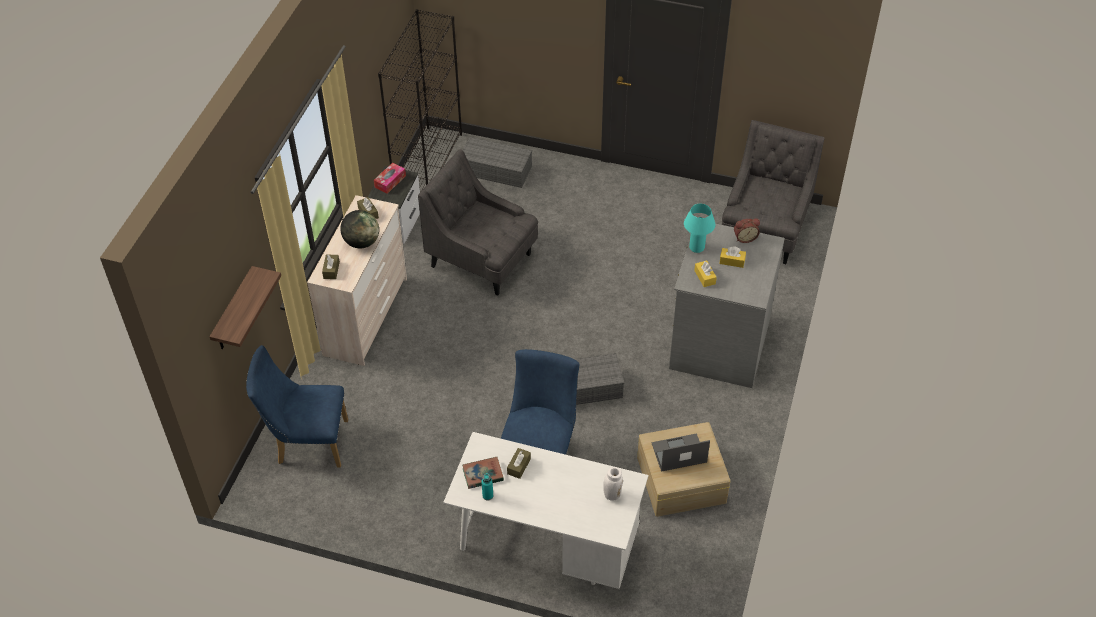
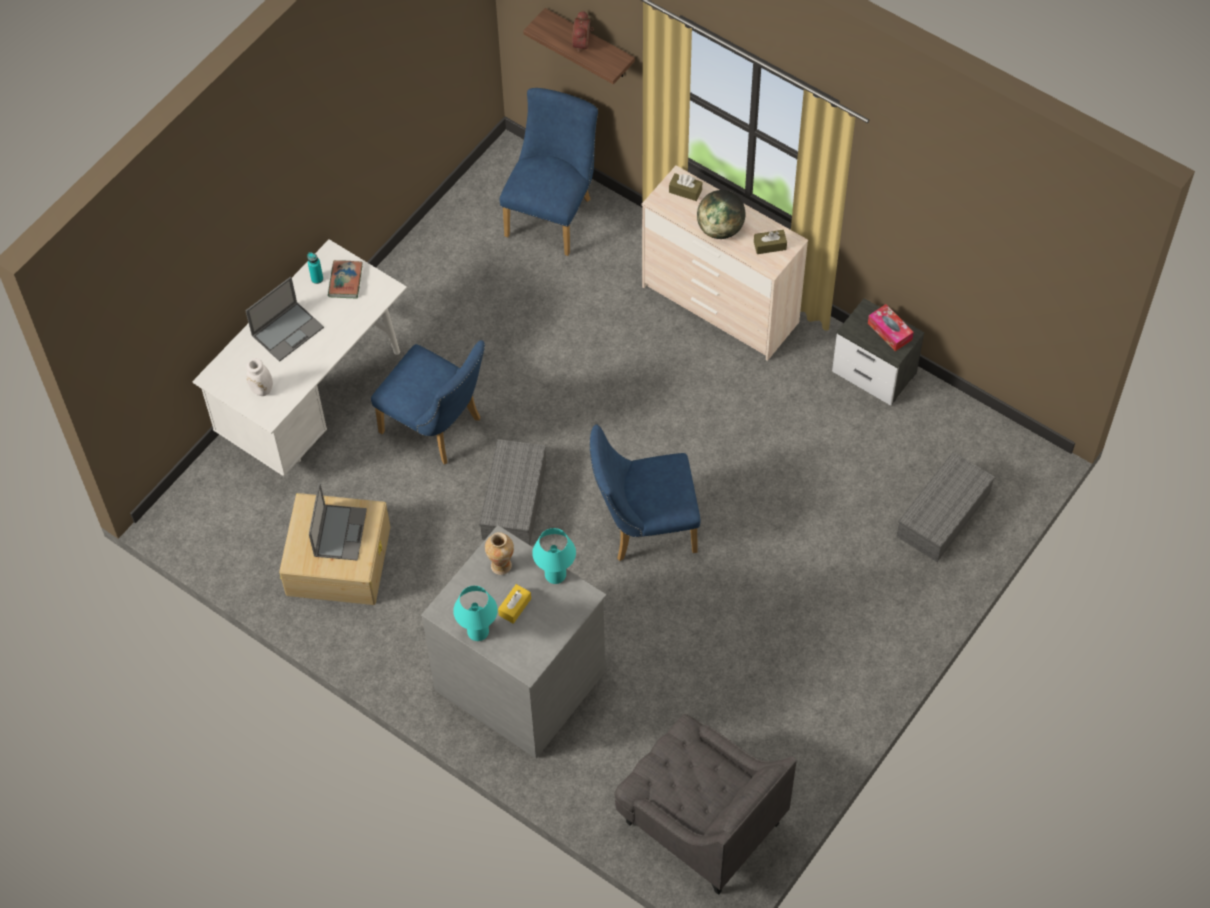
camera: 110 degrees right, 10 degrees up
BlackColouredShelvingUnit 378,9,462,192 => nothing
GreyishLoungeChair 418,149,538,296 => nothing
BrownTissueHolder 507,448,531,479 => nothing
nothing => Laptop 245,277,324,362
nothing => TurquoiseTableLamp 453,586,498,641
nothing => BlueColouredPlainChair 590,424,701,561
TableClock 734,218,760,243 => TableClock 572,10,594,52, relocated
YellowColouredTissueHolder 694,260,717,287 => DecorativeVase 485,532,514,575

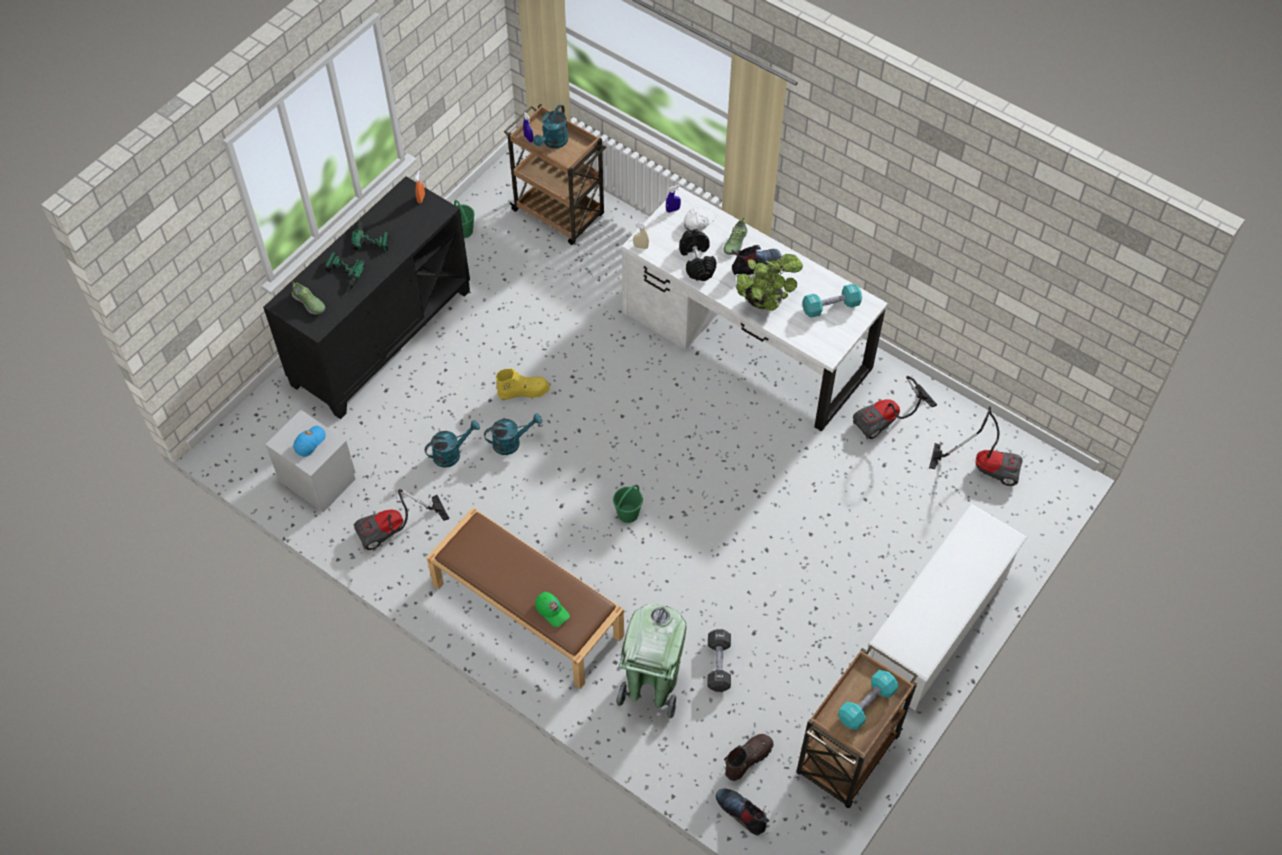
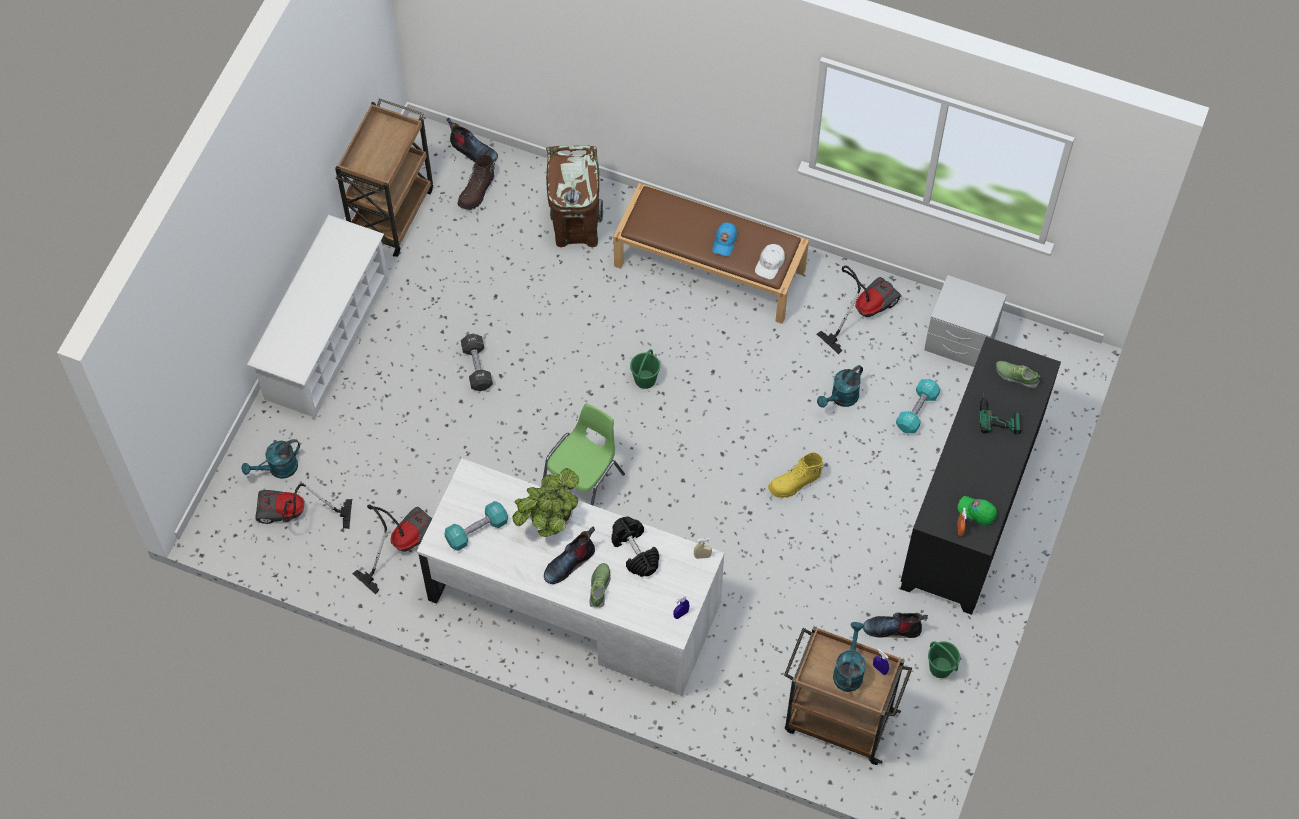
camera: 165 degrees right, 5 degrees up
ElectricDrill 351,215,390,251 => nothing
nothing => GreenishPlainChair 541,403,625,506
nothing => Boot 863,613,928,638
BlueColouredPeakedCap 293,426,326,457 => BlueColouredPeakedCap 712,222,737,256, relocated
TurquoiseSprinklingCan 484,413,542,455 => TurquoiseSprinklingCan 241,439,300,479, relocated
GreenishPeakedCap 535,592,570,627 => GreenishPeakedCap 958,496,997,525, relocated
WhiteColouredPeakedCap 684,208,715,231 => WhiteColouredPeakedCap 755,244,785,279, relocated
BlackColouredDumbbell 708,629,731,692 => BlackColouredDumbbell 461,334,493,391, relocated
TurquoiseDumbbell 838,670,898,730 => TurquoiseDumbbell 896,379,940,433, relocated
GreenishRubbishBin 616,604,686,718 => BrownRubbishBin 546,146,603,247

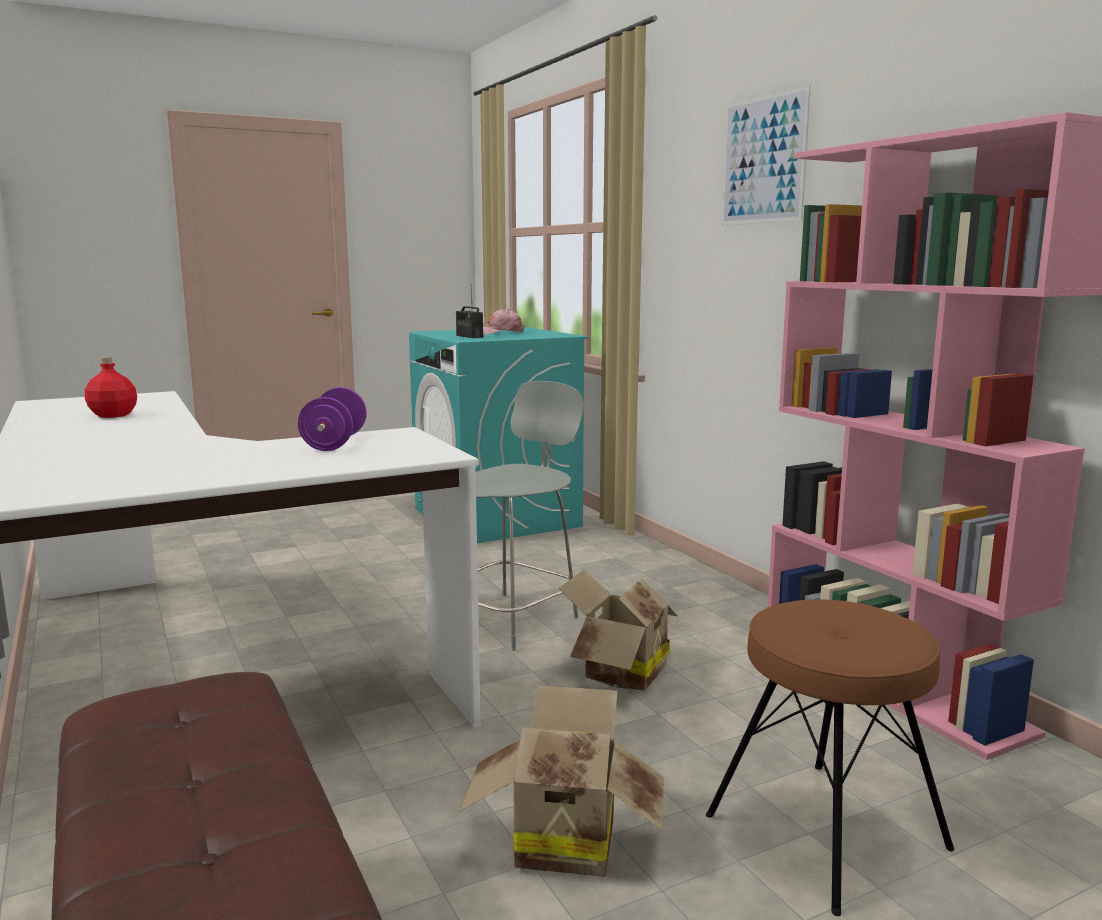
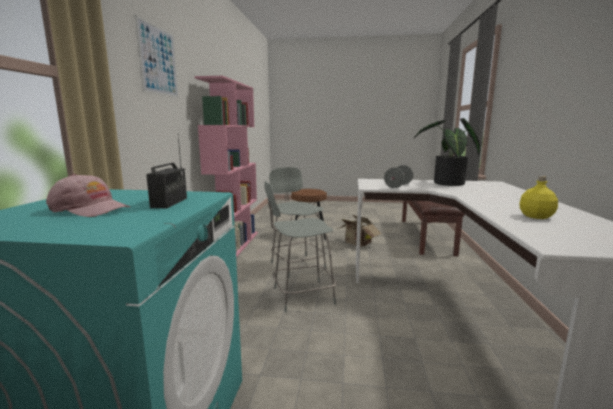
camera: 145 degrees left, 0 degrees up
nothing => Houseplant 414,118,480,186
PackingBox 559,569,677,691 => GreyishPlainChair 269,167,326,278
ReddishDrinkBottle 85,357,137,418 => YellowColouredDrinkBottle 519,176,558,219
PurplishDumbbell 298,387,367,451 => GreyishDumbbell 384,165,413,188

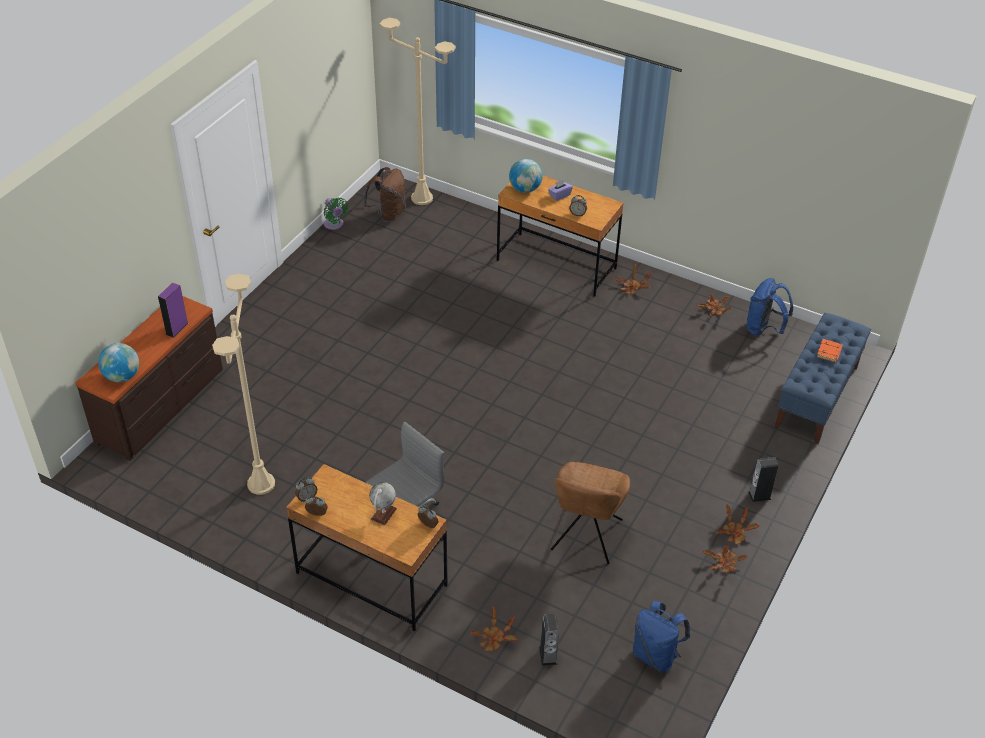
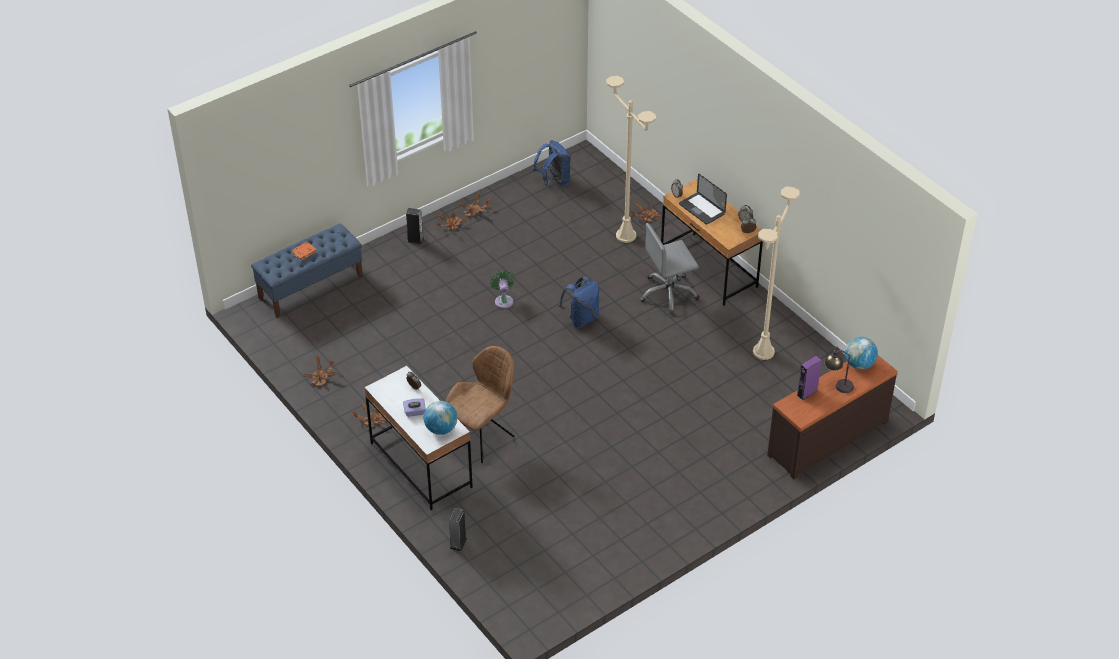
camera: 155 degrees left, 0 degrees up
BrownKnapsack 364,167,406,223 => nothing
nothing => TableLamp 824,347,854,393
GreenishCoolingFan 324,198,348,230 => GreenishCoolingFan 490,270,515,309, relocated
SandColouredFloorLamp 380,18,456,205 => SandColouredFloorLamp 606,76,656,243, relocated
Loudspeaker 539,614,559,666 => Loudspeaker 449,508,467,552, relocated
BrownPlainChair 551,462,630,564 => BrownPlainChair 445,346,515,463, relocated
BlueColouredKnapsack 747,278,793,336 => BlueColouredKnapsack 559,277,599,328, relocated
DeskGlobe 369,482,397,525 => Laptop 679,173,727,225
BrownDeskUnit 497,176,624,297 => WhiteColouredDeskUnit 364,366,473,510

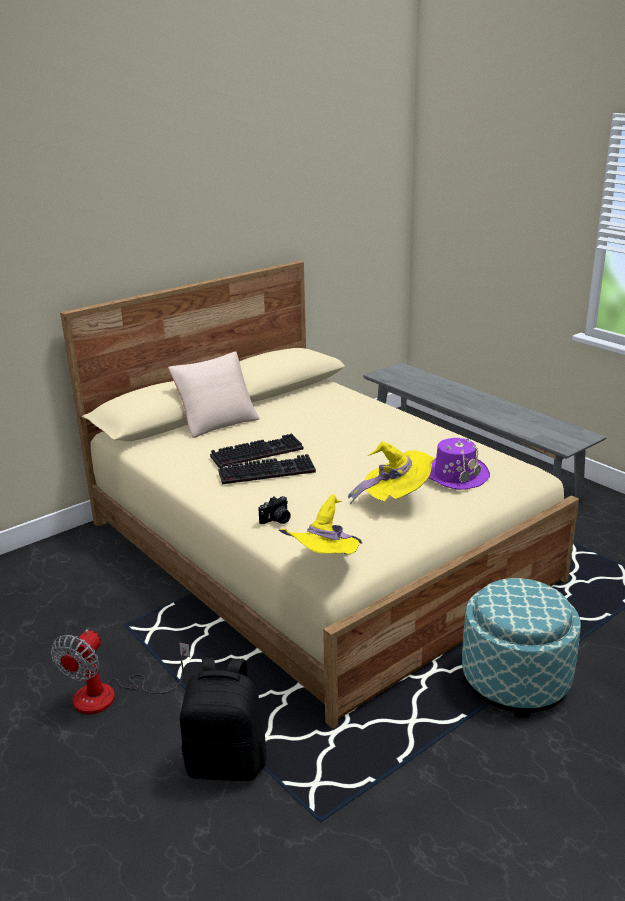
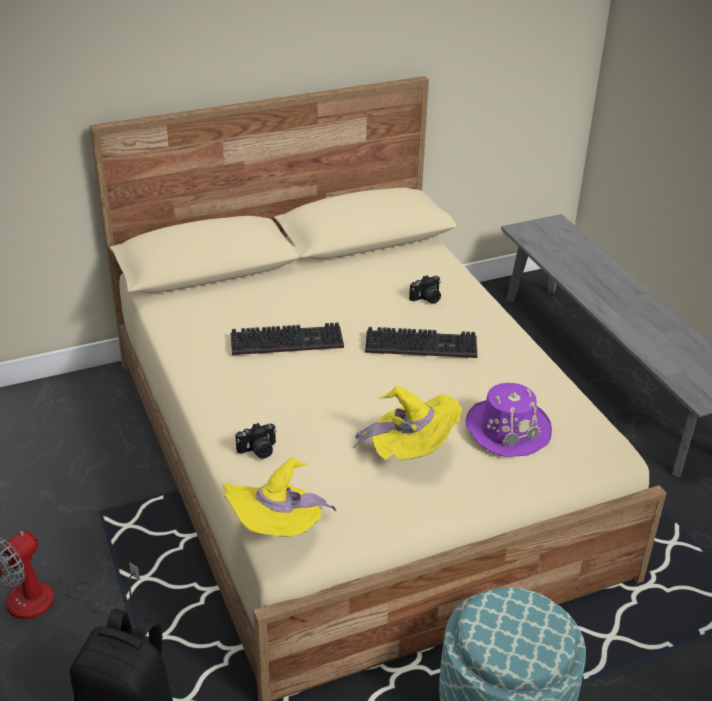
camera: 15 degrees right, 10 degrees up
SandColouredCushion 168,351,260,438 => nothing
nothing => StillCamera 409,275,441,304
ComputerKeyboard 218,454,316,484 => ComputerKeyboard 365,327,477,358, relocated

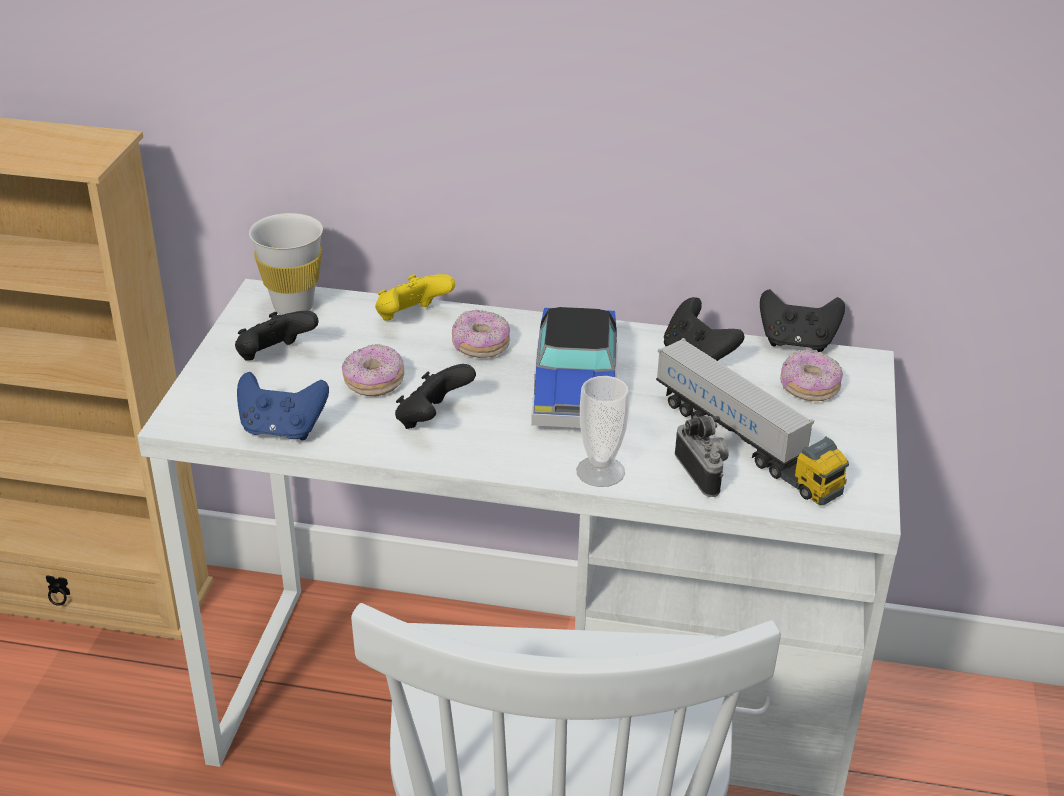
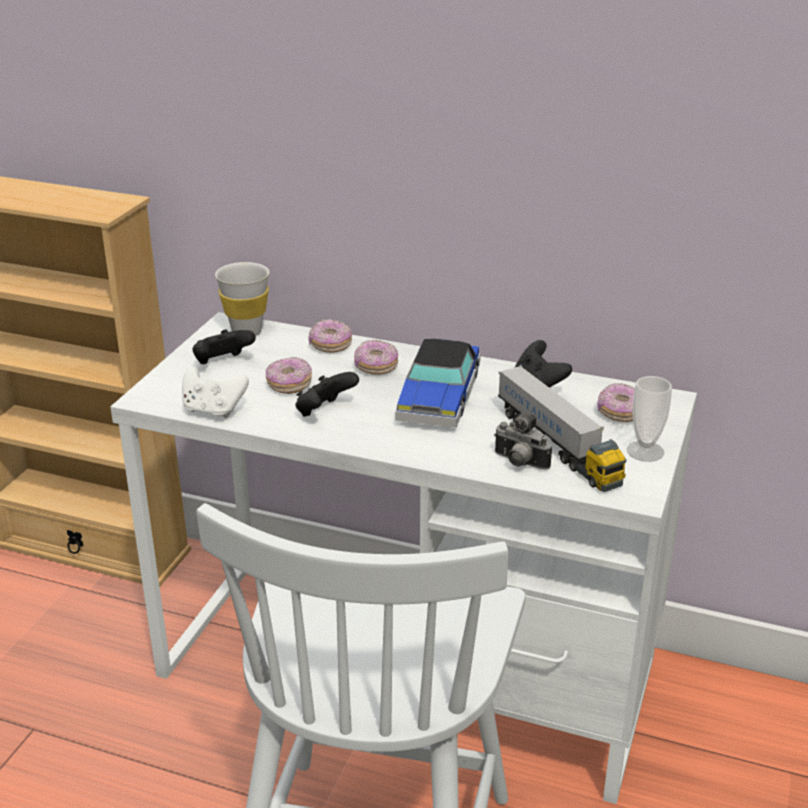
camera: 10 degrees right, 5 degrees down
BlackColouredGameController 760,289,845,352 => nothing
Cup 576,376,629,487 => Cup 627,376,672,462, relocated
YellowColouredGameController 375,274,455,321 => RingDoughnut 309,319,352,353
BlueColouredGameController 237,372,329,440 => WhiteColouredGameController 182,366,249,418
StillCamera 675,416,729,497 => StillCamera 494,413,552,470, 135 degrees clockwise

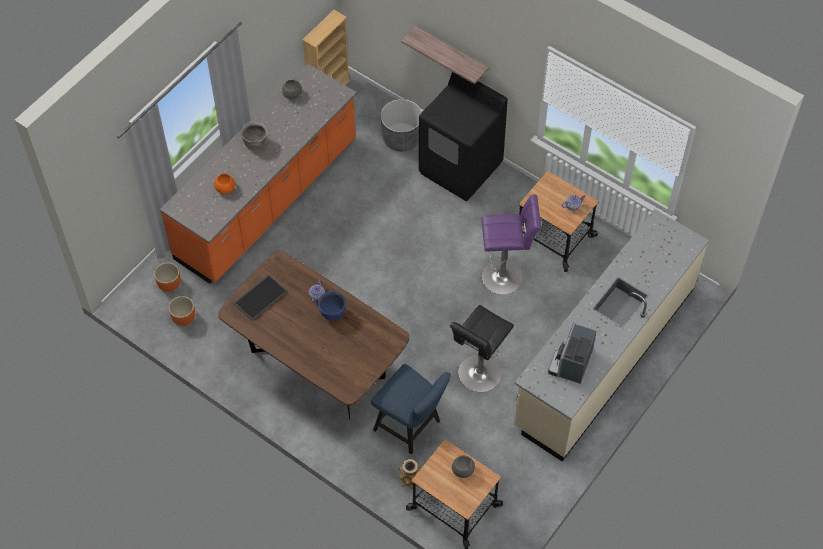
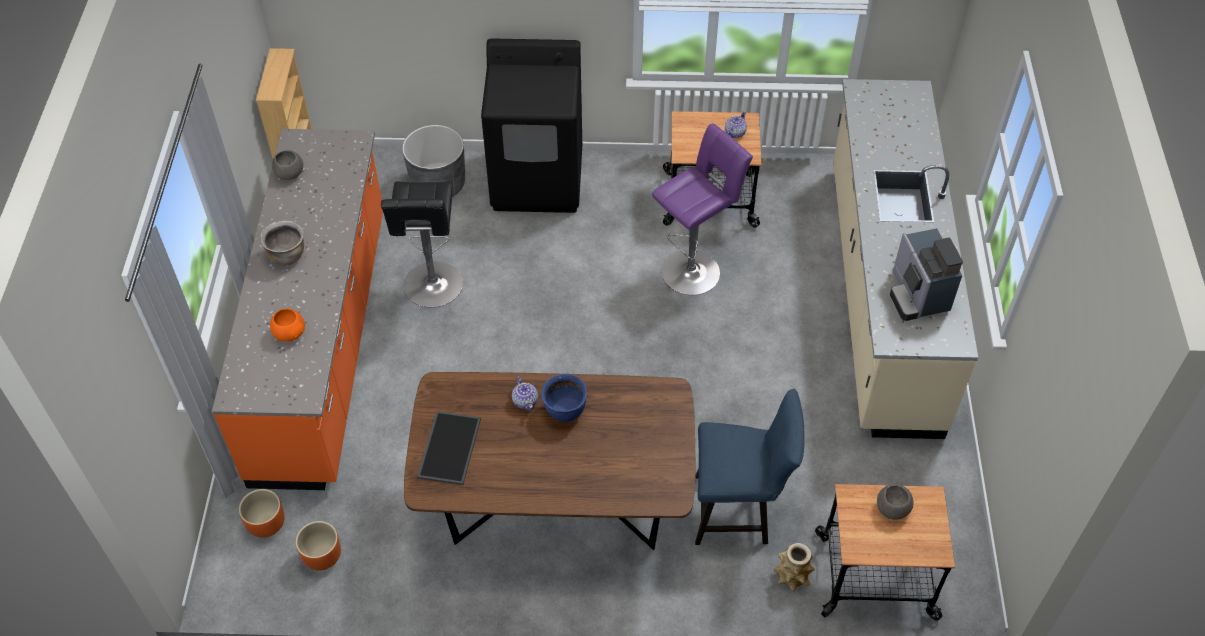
camera: 35 degrees left, 5 degrees down
WallShelf 401,26,489,84 => nothing
BlackColouredSittingStool 450,305,514,392 => BlackColouredSittingStool 381,181,463,308, relocated

